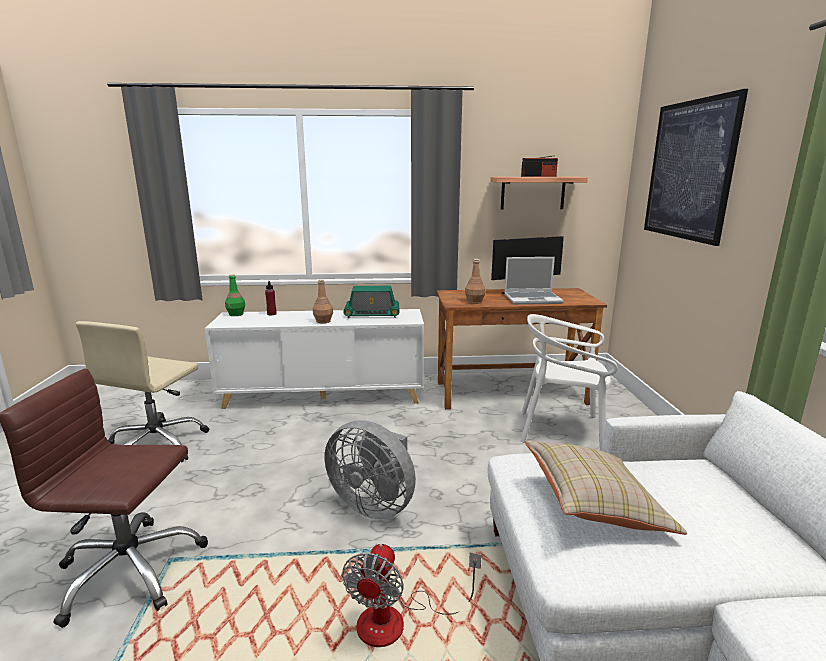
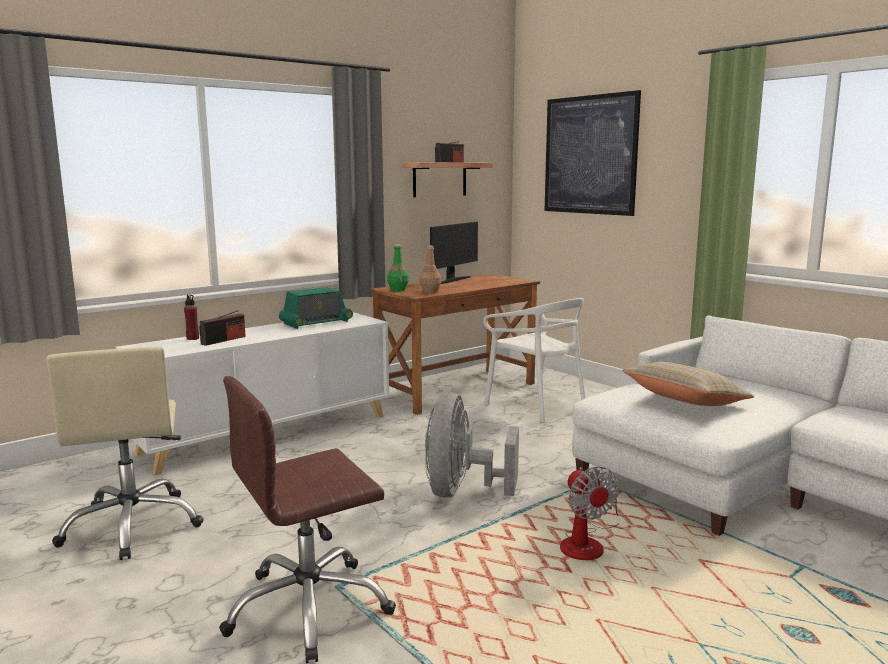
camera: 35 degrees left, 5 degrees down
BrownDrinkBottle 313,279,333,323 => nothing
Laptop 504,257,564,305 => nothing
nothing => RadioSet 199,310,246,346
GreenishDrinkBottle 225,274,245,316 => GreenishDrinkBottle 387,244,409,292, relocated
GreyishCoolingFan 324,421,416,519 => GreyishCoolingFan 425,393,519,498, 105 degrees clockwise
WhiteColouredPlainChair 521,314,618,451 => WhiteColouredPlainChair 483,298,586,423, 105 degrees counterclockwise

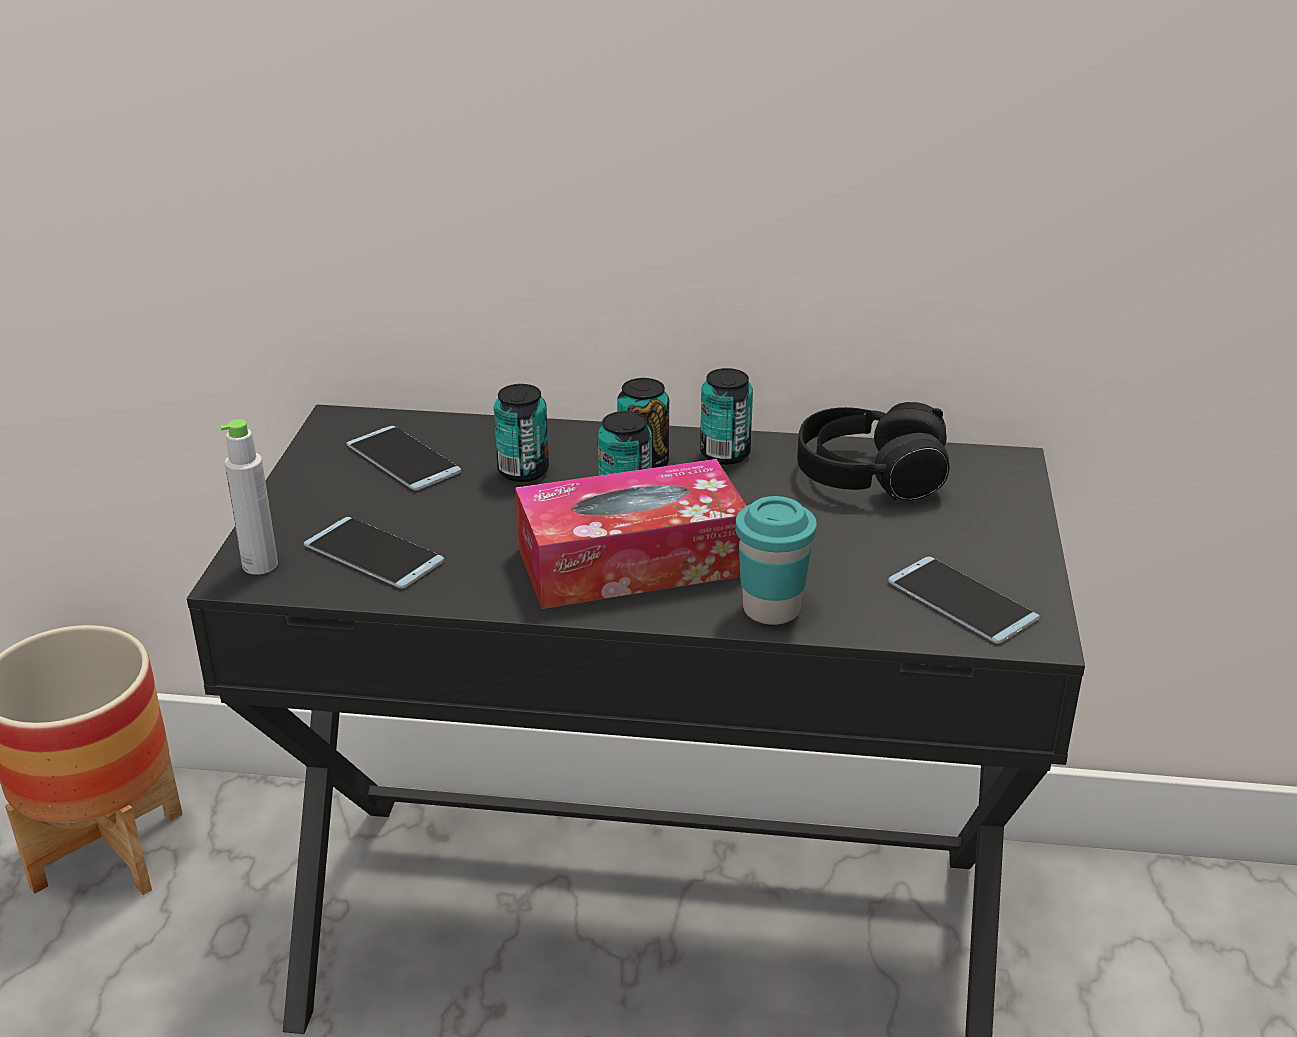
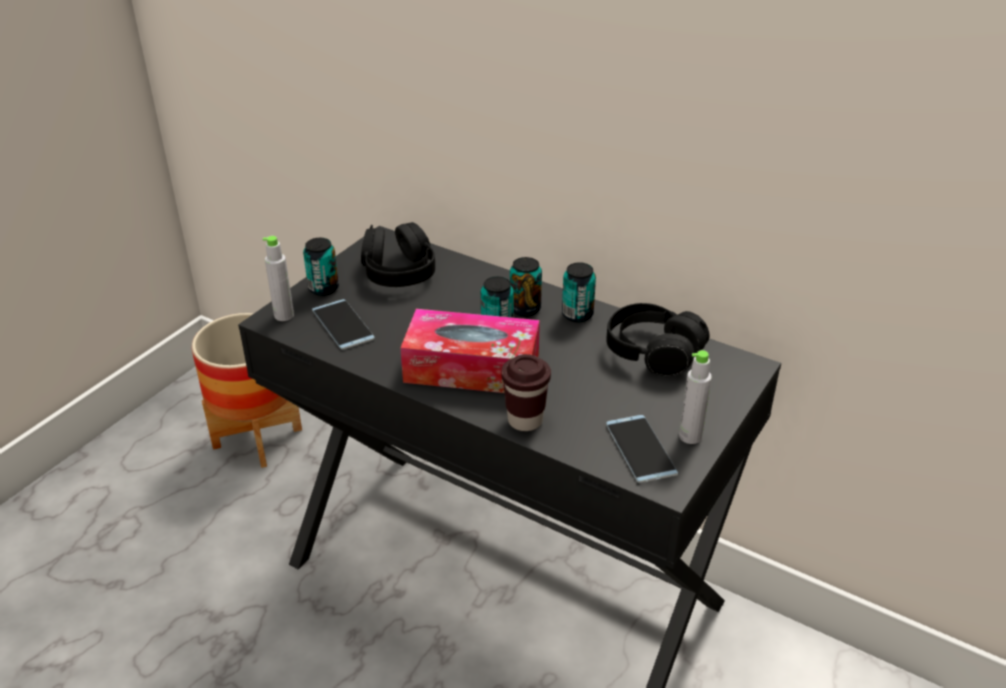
camera: 25 degrees right, 5 degrees up
nothing => GreyishDrinkBottle 679,350,712,444
Can 494,384,549,482 => Can 303,238,339,296, relocated
Phone 347,426,461,491 => BlackColouredHeadphones 361,222,435,287
TurquoiseCup 735,496,817,625 => BrownCup 501,354,551,431

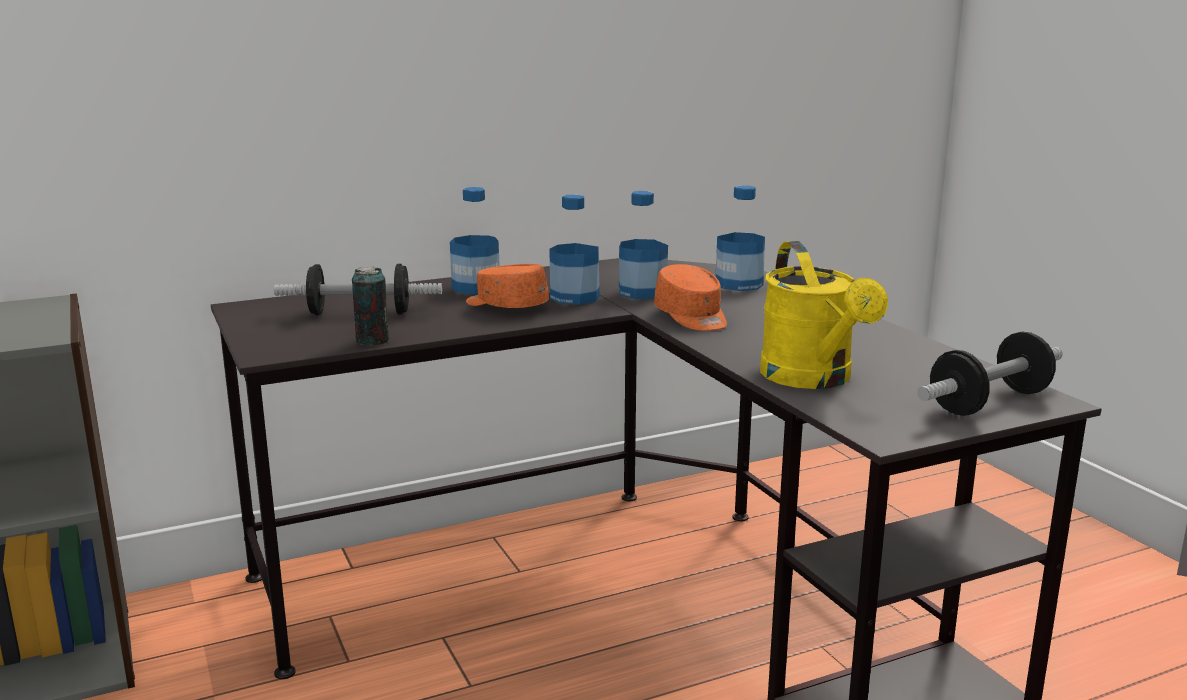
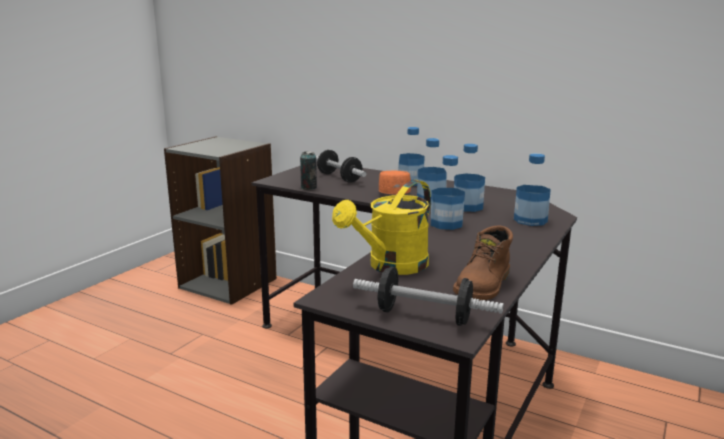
camera: 55 degrees right, 0 degrees up
nothing => BrownBoot 453,225,513,300
OrangePeakedCap 654,264,727,331 => DrinkBottle 431,155,465,230

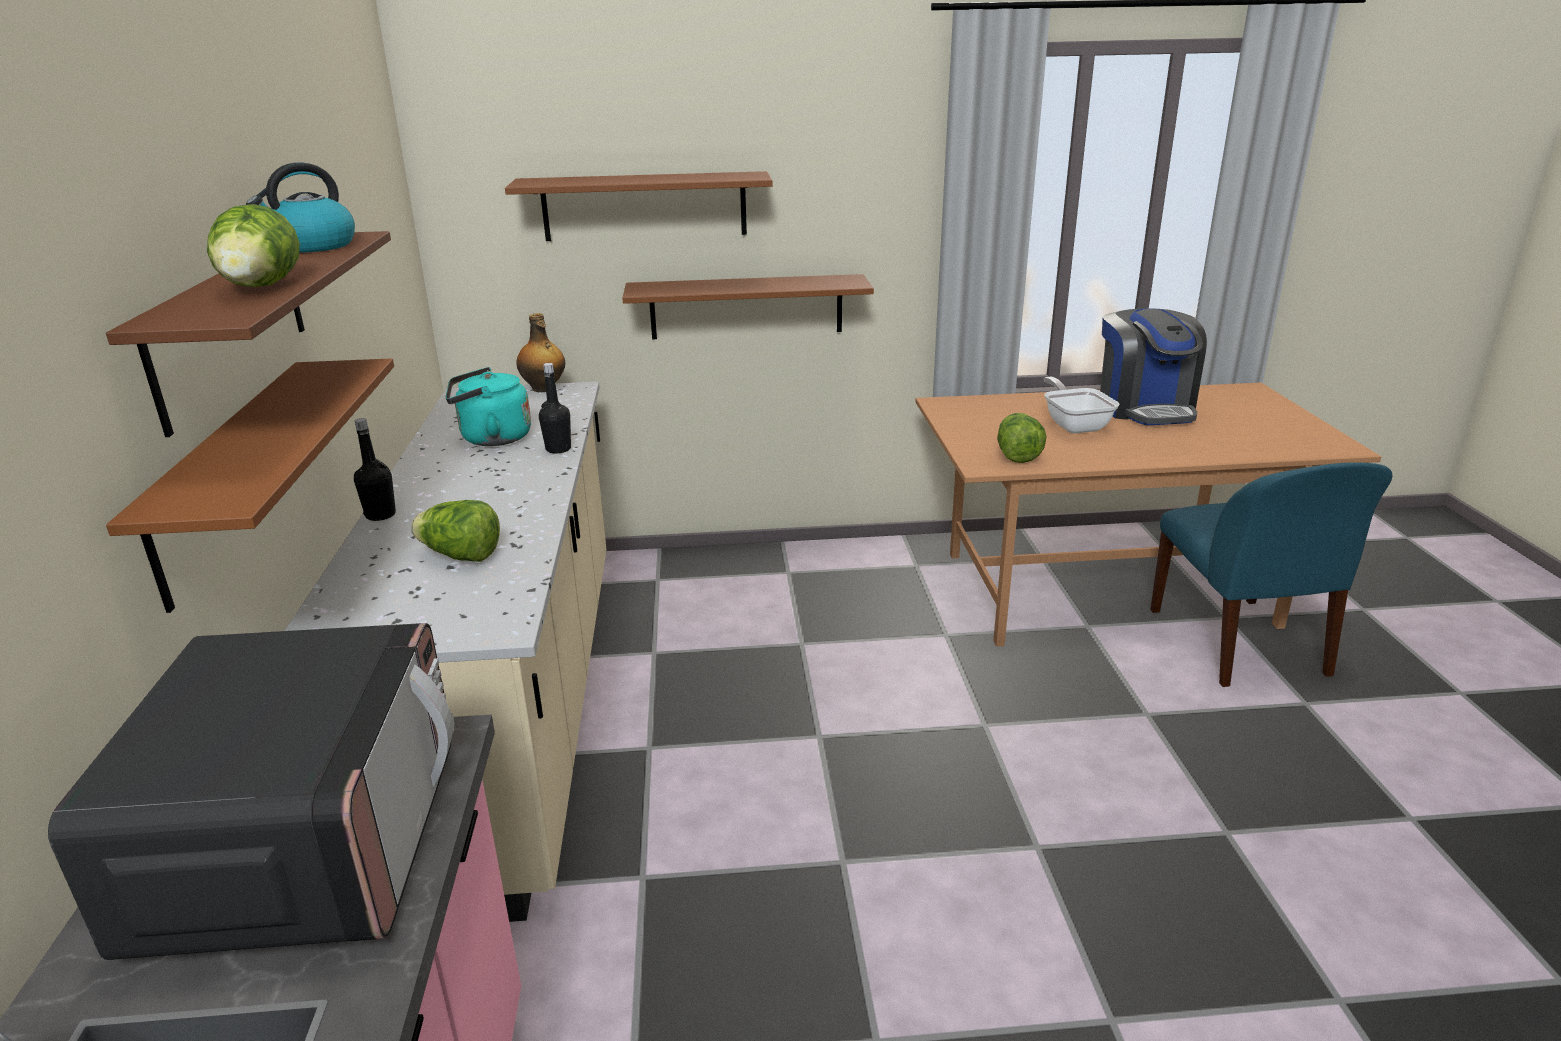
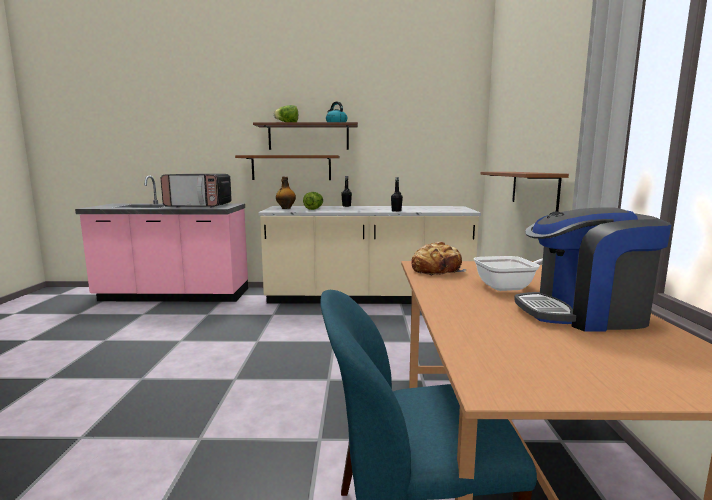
camera: 95 degrees right, 15 degrees down
TurquoiseWaterKettle 446,367,531,446 => nothing
BrownWallShelf 505,171,773,241 => nothing
DrinkBottle 516,313,565,392 => DrinkBottle 276,177,296,209, relocated
Lettuce 997,413,1047,463 => BakeryBread 411,241,466,276

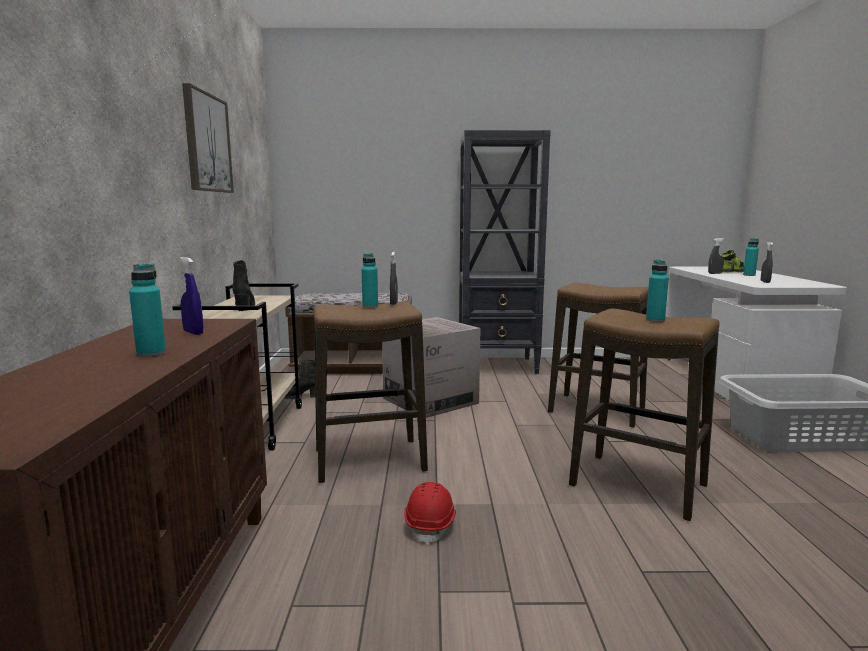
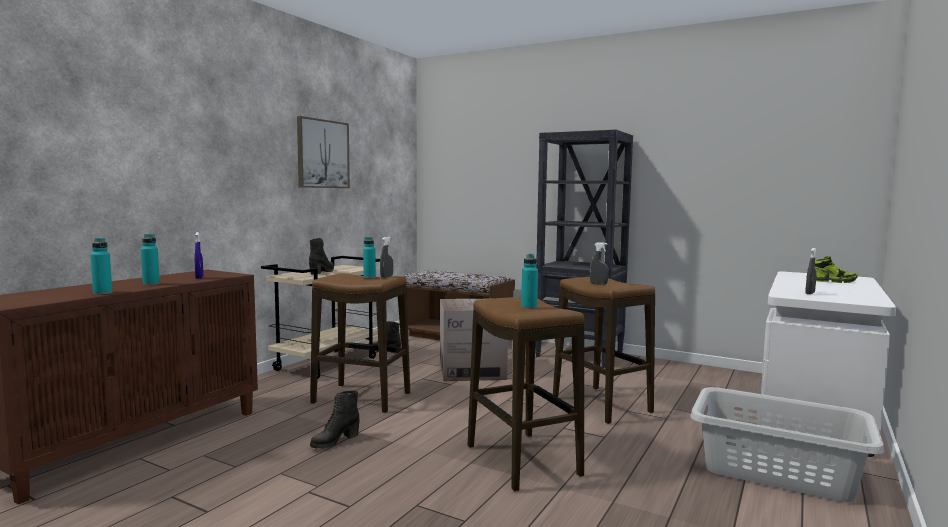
camera: 30 degrees right, 5 degrees down
GreyishSprayer 708,238,725,274 => GreyishSprayer 590,242,609,285, relocated
TurquoiseDrinkBottle 743,238,759,276 => TurquoiseDrinkBottle 90,238,112,295, relocated
ReddishSafetyHelmet 404,482,456,545 => BlackColouredBoot 310,391,360,448

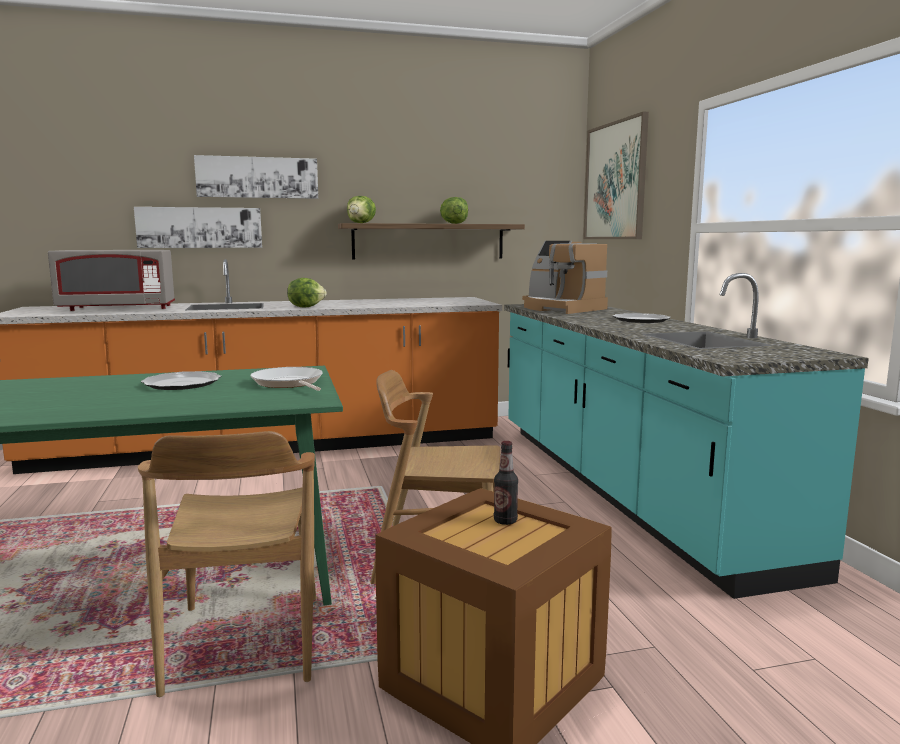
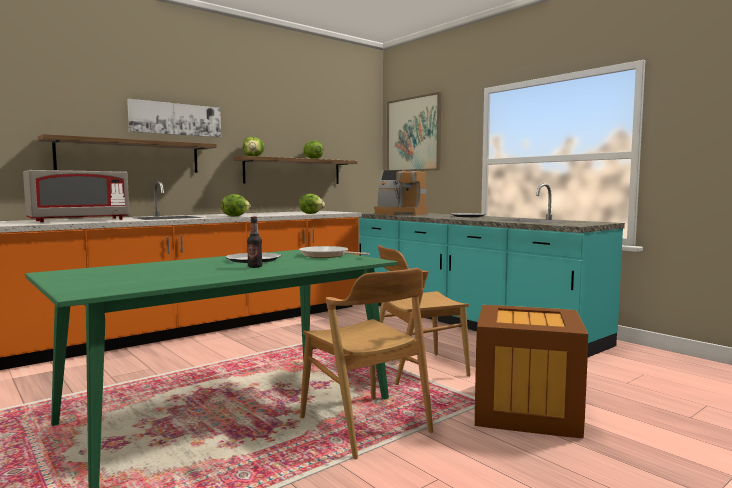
camera: 25 degrees left, 5 degrees down
nothing => Lettuce 299,194,325,214
DrinkBottle 494,441,518,525 => DrinkBottle 247,217,262,268, relocated
Picture 134,207,262,248 => WallShelf 38,134,217,173

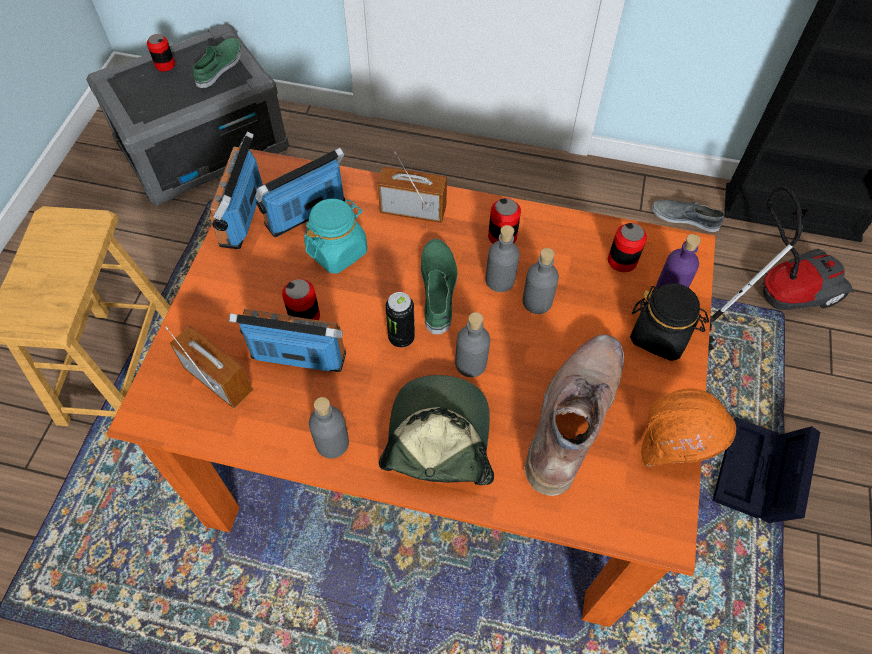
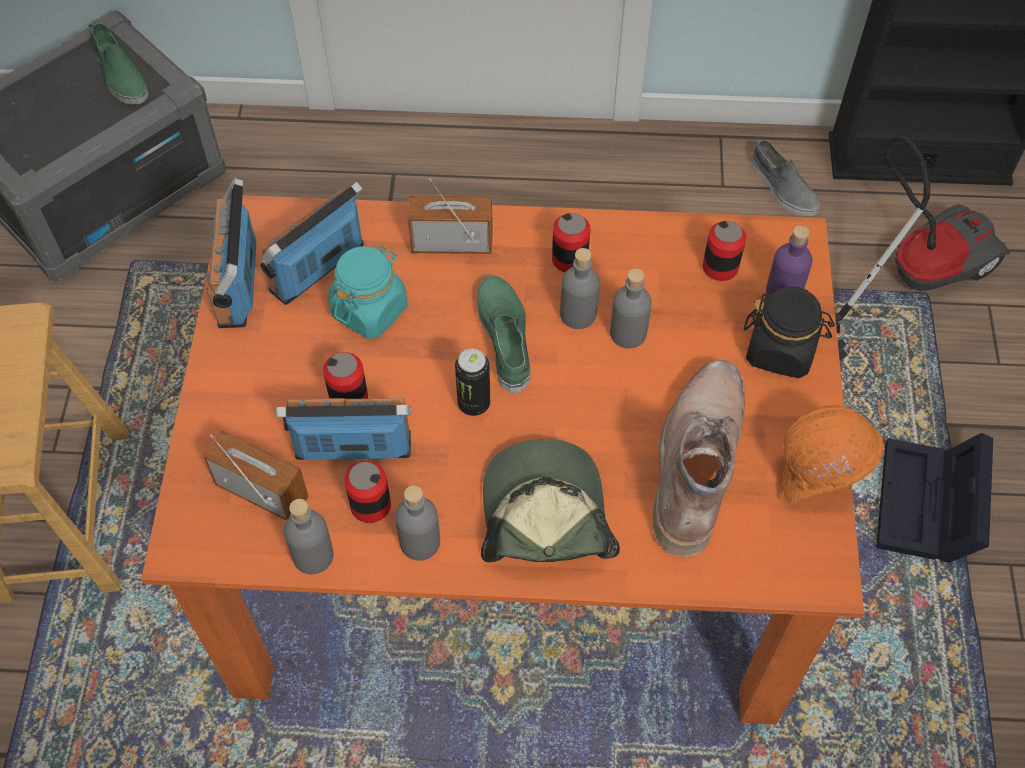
camera: 10 degrees left, 0 degrees up
Can 147,34,175,72 => Can 344,461,391,523, relocated
GreyishDrinkBottle 455,312,490,377 => GreyishDrinkBottle 284,499,334,574, relocated
GreenishItemOfFootwear 193,38,242,88 => GreenishItemOfFootwear 91,23,148,104, 135 degrees clockwise
GreyishItemOfFootwear 652,200,724,232 => GreyishItemOfFootwear 751,140,820,216, 135 degrees counterclockwise

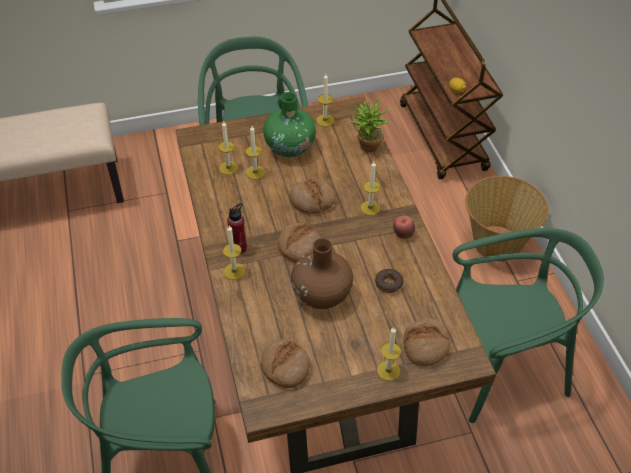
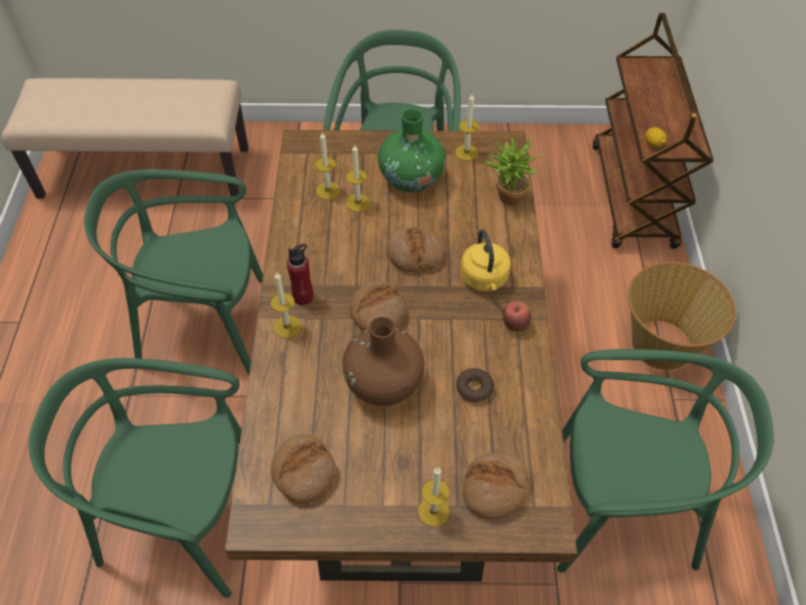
camera: 15 degrees right, 5 degrees up
nothing => GreenishPlainChair 84,169,263,375
Candle 361,162,381,215 => YellowColouredWaterKettle 461,229,511,292

